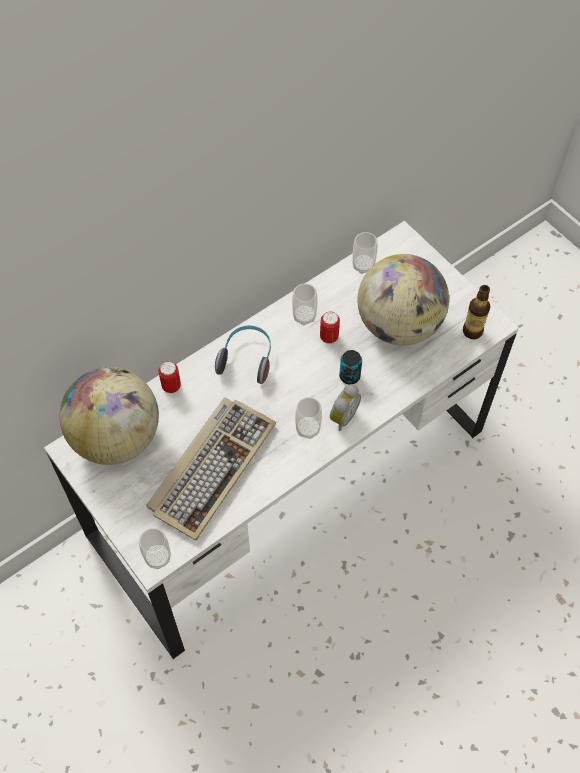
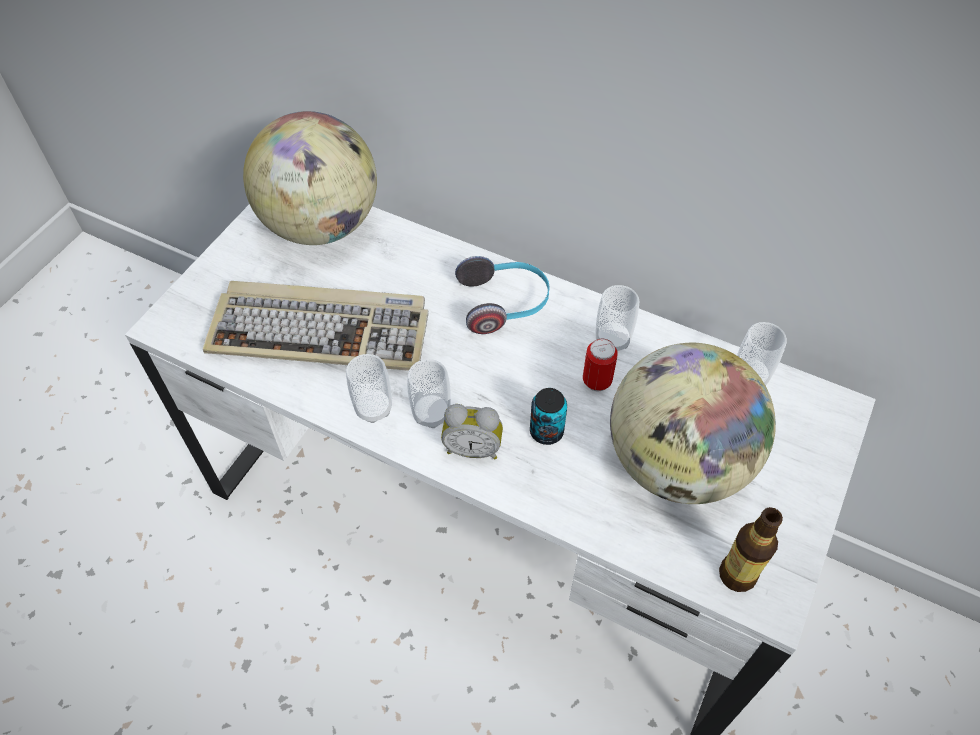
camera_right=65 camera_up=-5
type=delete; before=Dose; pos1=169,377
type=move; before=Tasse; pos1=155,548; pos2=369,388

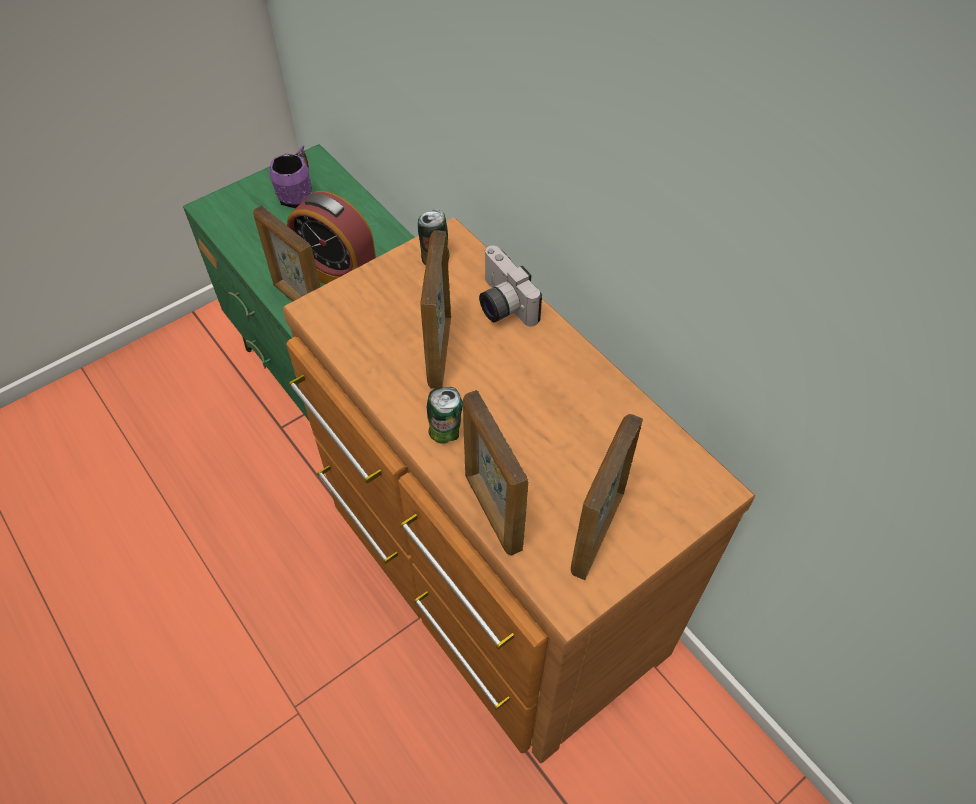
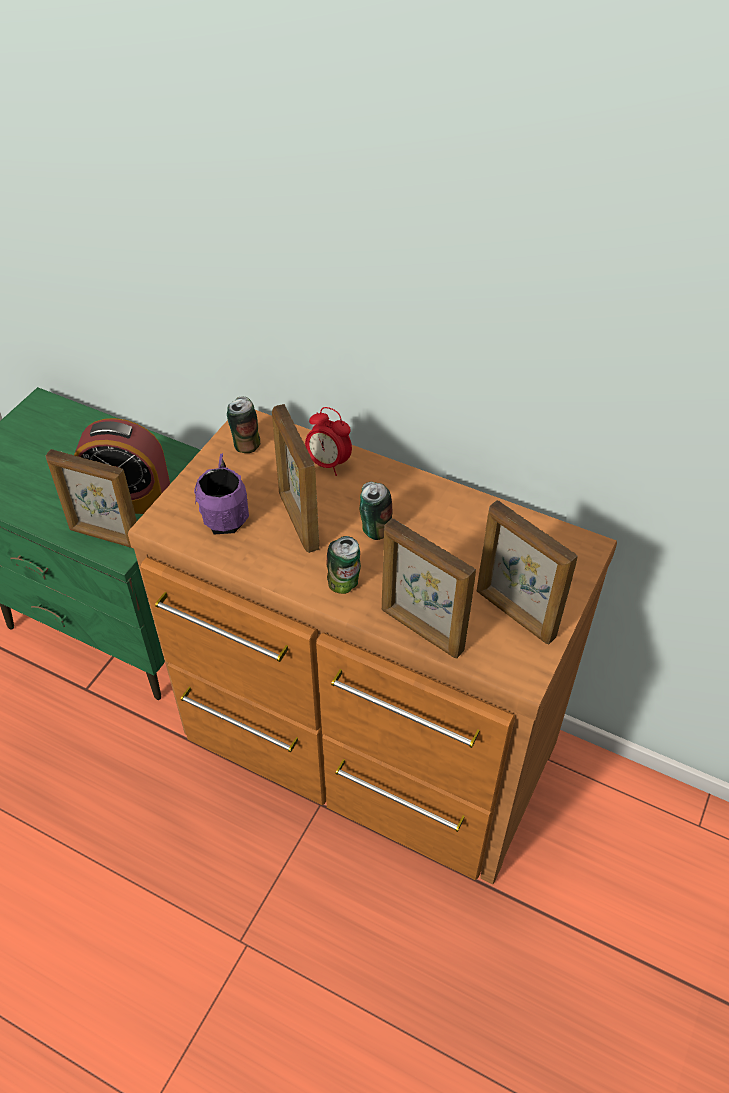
camera_right=-25 camera_up=-5
type=insert; after=Dose; pos2=376,511
type=move; before=Henkelbecher [lila]; pos1=291,176; pos2=221,494
type=replace; before=Kamera; after=Wecker; pos1=510,286; pos2=328,441
type=rotate; before=Bilderrahmen; pos1=607,497; pos2=527,572; turn=-45

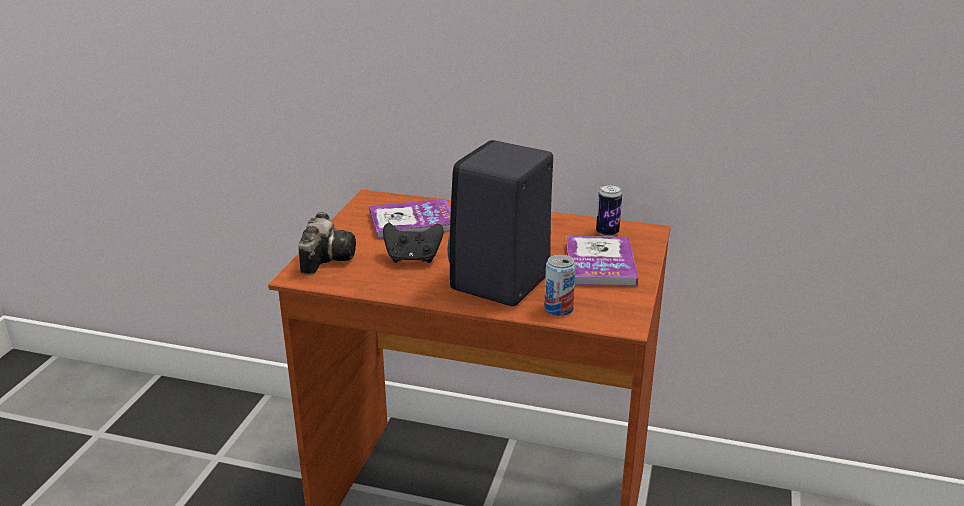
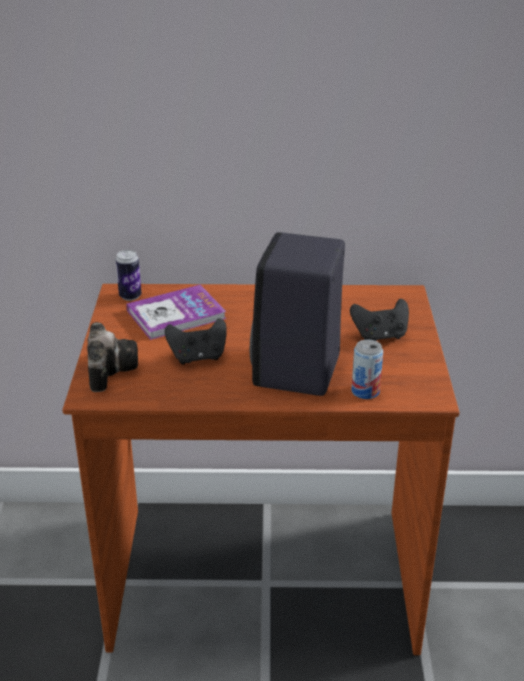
camera_right=-15 camera_up=5
type=move; before=Dose; pos1=609,210; pos2=129,275
type=replace; before=Buch; after=Gamepad [schwarz]; pos1=602,261; pos2=379,320

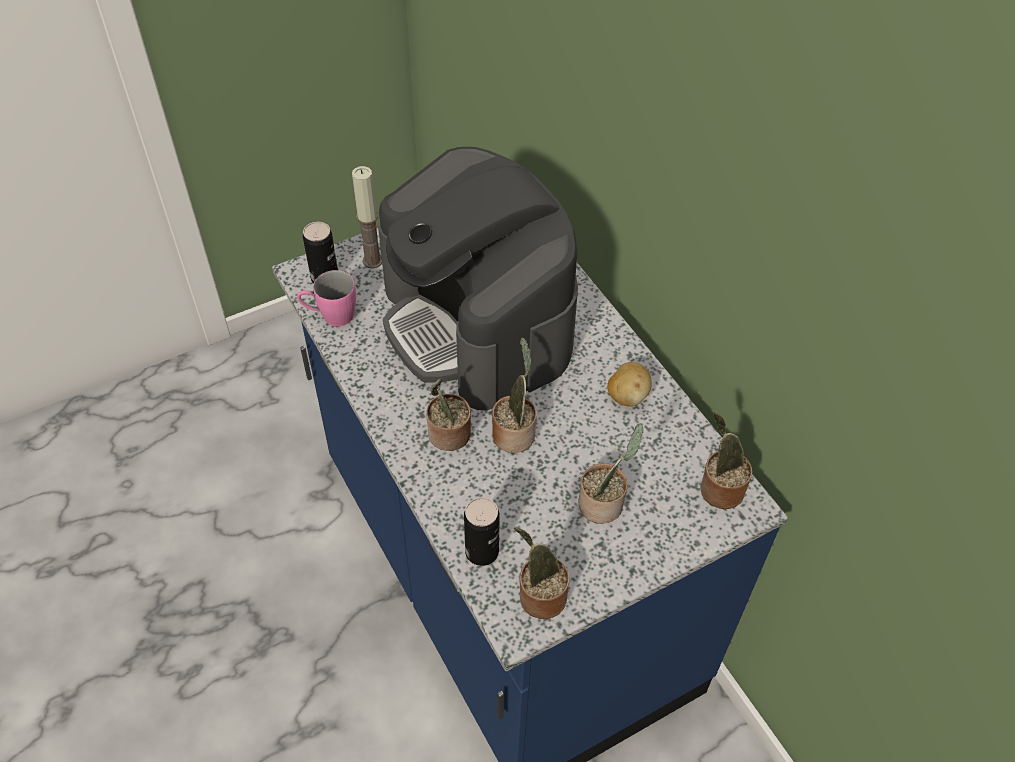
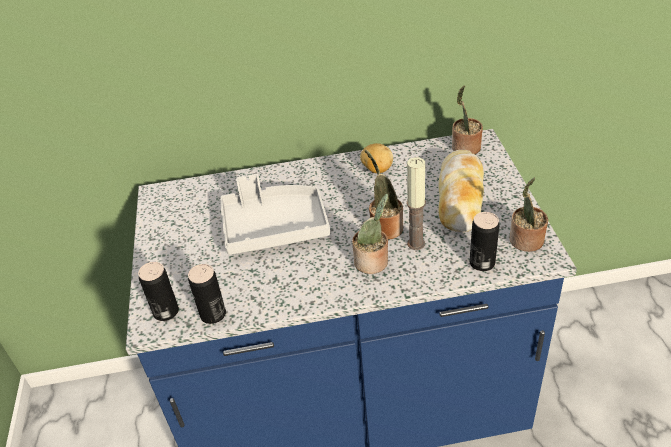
camera_right=-65 camera_up=-10
type=move; before=Kerze; pos1=367,217; pos2=416,203
type=replace; before=Henkelbecher [rosa]; after=Dose; pos1=326,298; pos2=207,294
type=replace; before=Kaffeemaschine; after=Tablett [grau]; pos1=478,278; pos2=275,214
type=replace; before=Topfpflanze; after=Brot; pos1=610,473; pos2=461,191

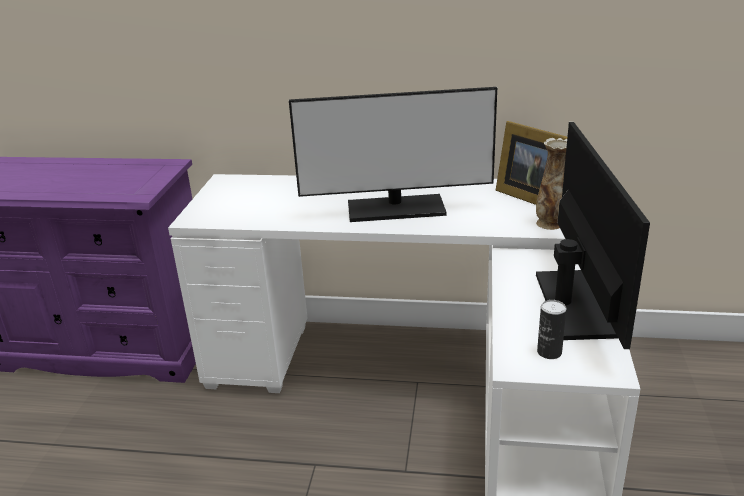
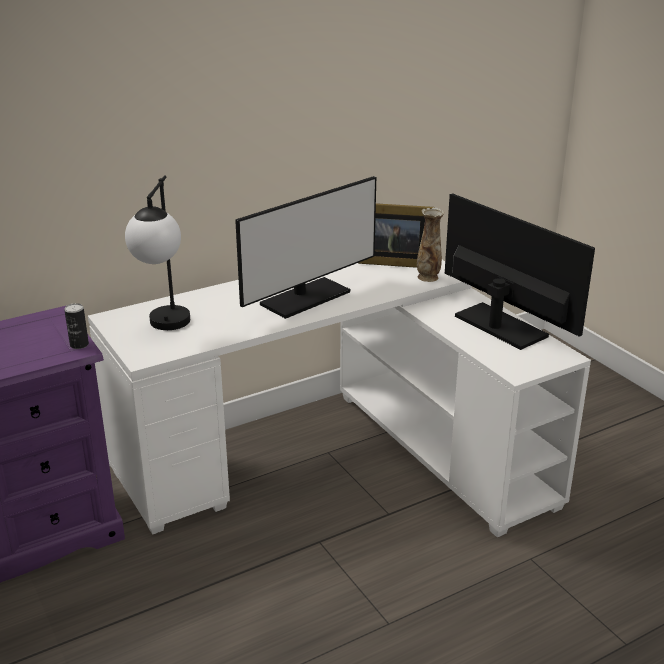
camera_right=-40 camera_up=0
type=insert; after=Tischlampe; pos2=157,252
type=move; before=Dose; pos1=552,329; pos2=76,326

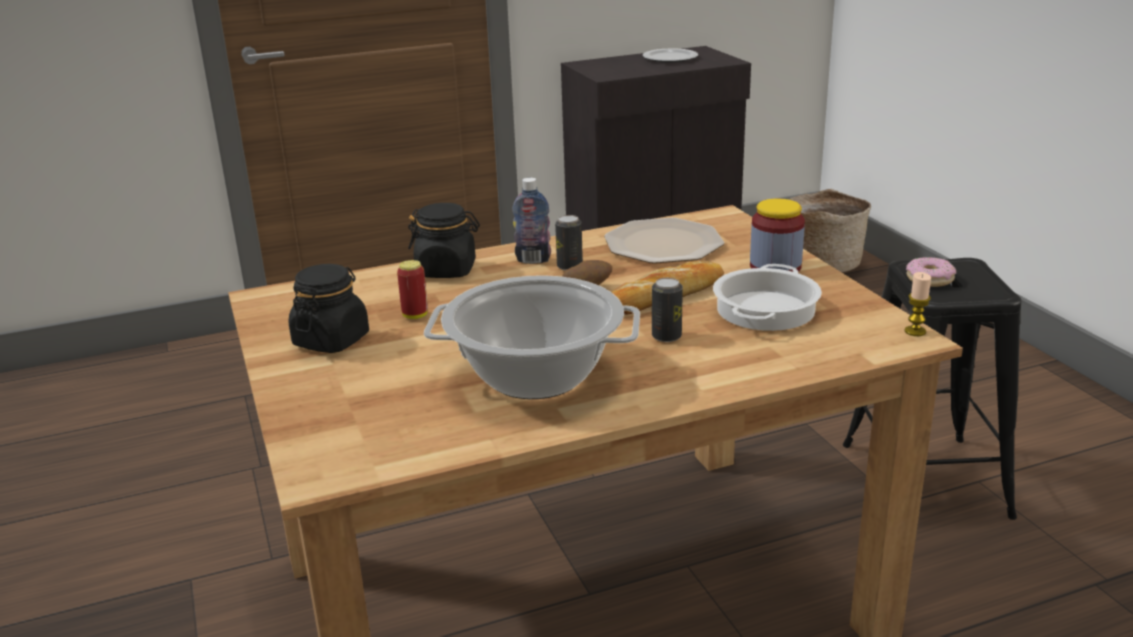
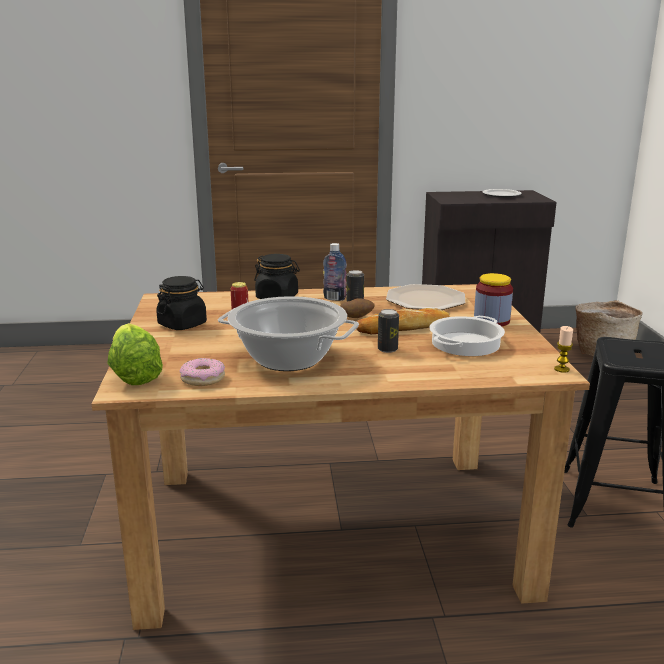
camera_right=15 camera_up=-5
type=insert; after=Salatkopf; pos2=135,354
type=move; before=Donut; pos1=931,272; pos2=202,372

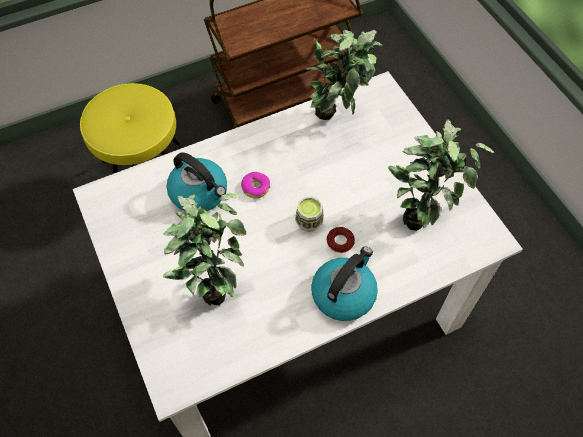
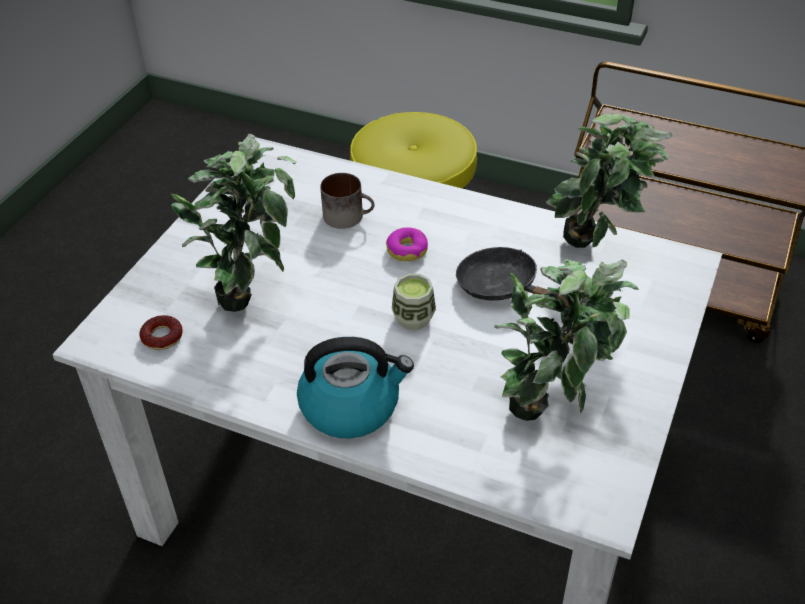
camera_right=50 camera_up=-15
type=insert; after=Pfanne [schwarz]; pos2=512,277
type=move; before=Donut; pos1=341,240; pos2=161,332
type=replace; before=Wasserkessel; after=Henkelbecher; pos1=197,181; pos2=347,201

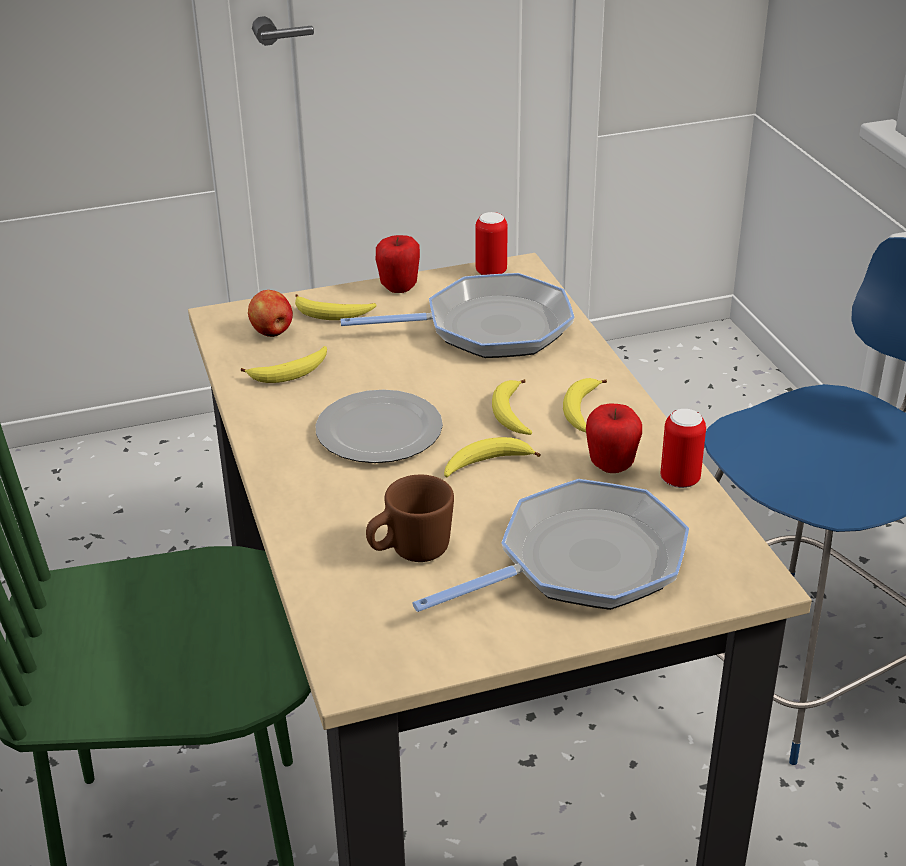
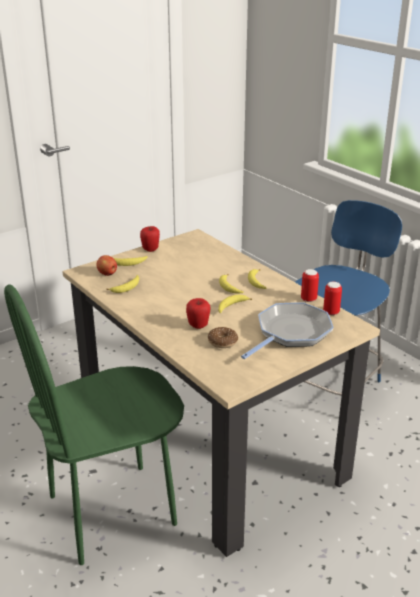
camera_right=-20 camera_up=-5
type=delete; before=Teller; pos1=379,426
type=delete; before=Pfanne; pos1=457,315
type=move; before=Dose; pos1=491,243; pos2=332,298
type=move; before=Apfel; pos1=614,438; pos2=198,313
type=replace; before=Henkelbecher [braun]; after=Donut; pos1=410,518; pos2=223,337

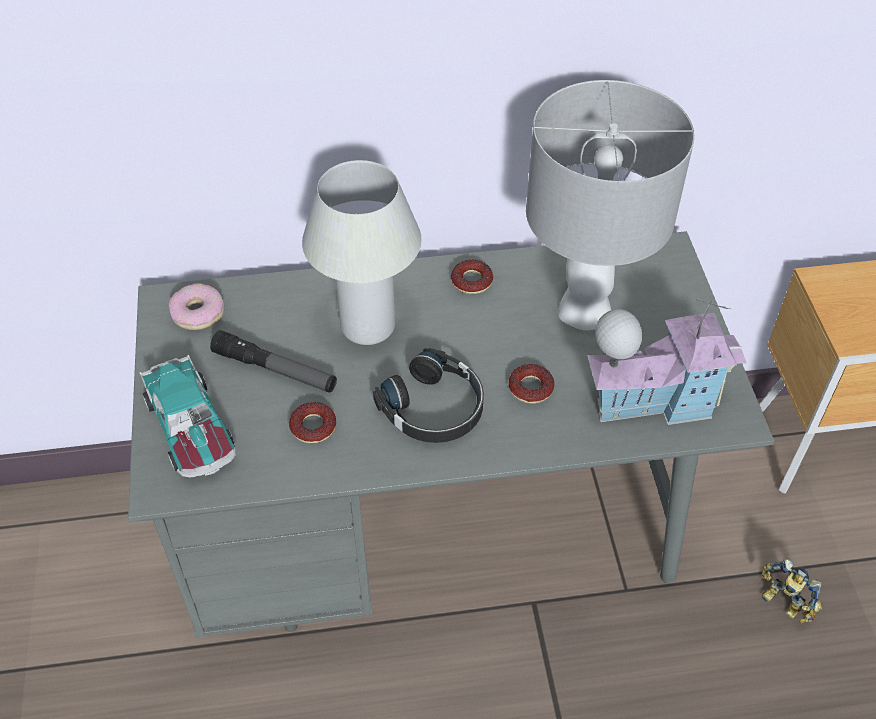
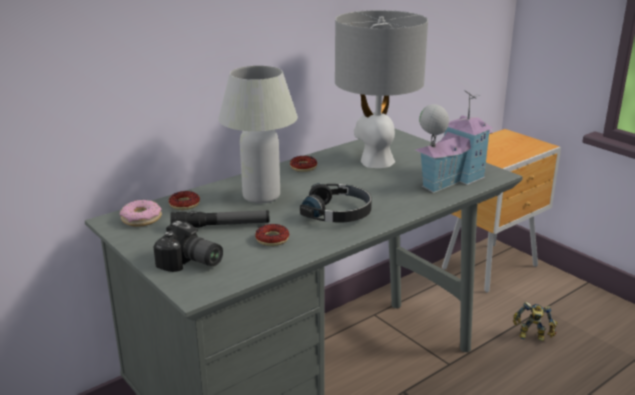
camera_right=-30 camera_up=-25
type=move; before=Donut; pos1=531,384; pos2=184,200
type=replace; before=Spielzeugauto; after=Kamera; pos1=188,416; pos2=188,246

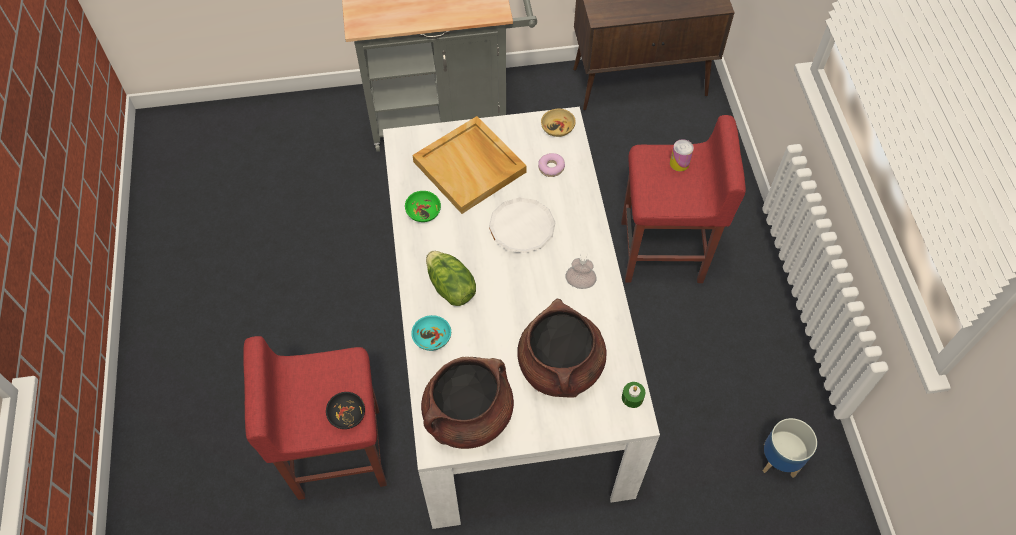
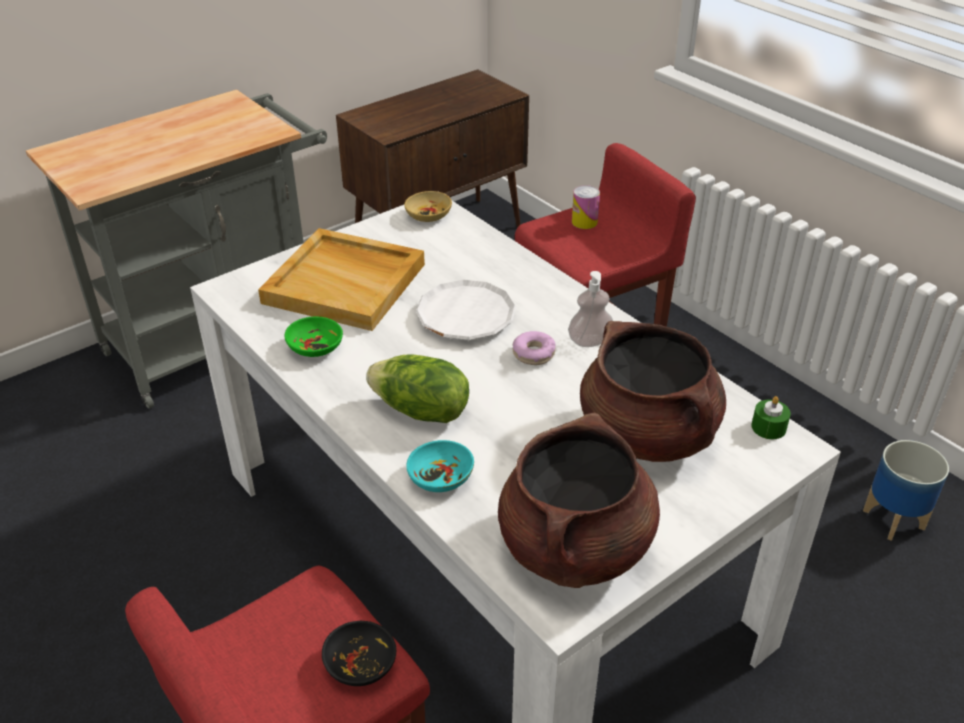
camera_right=-30 camera_up=-20
type=move; before=Donut; pos1=551,165; pos2=534,348

